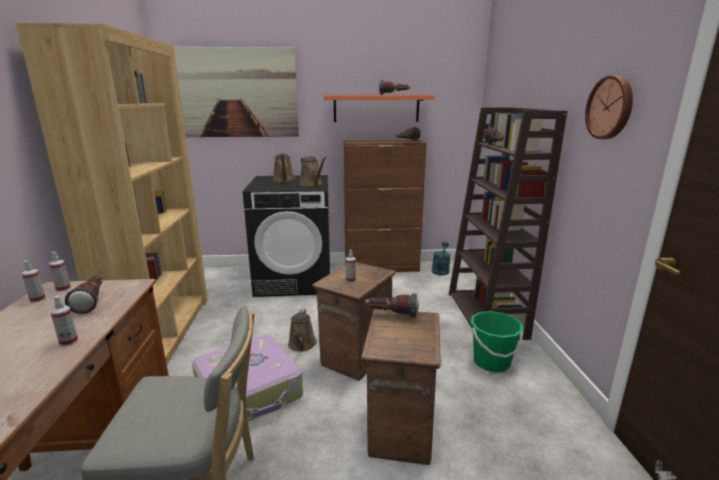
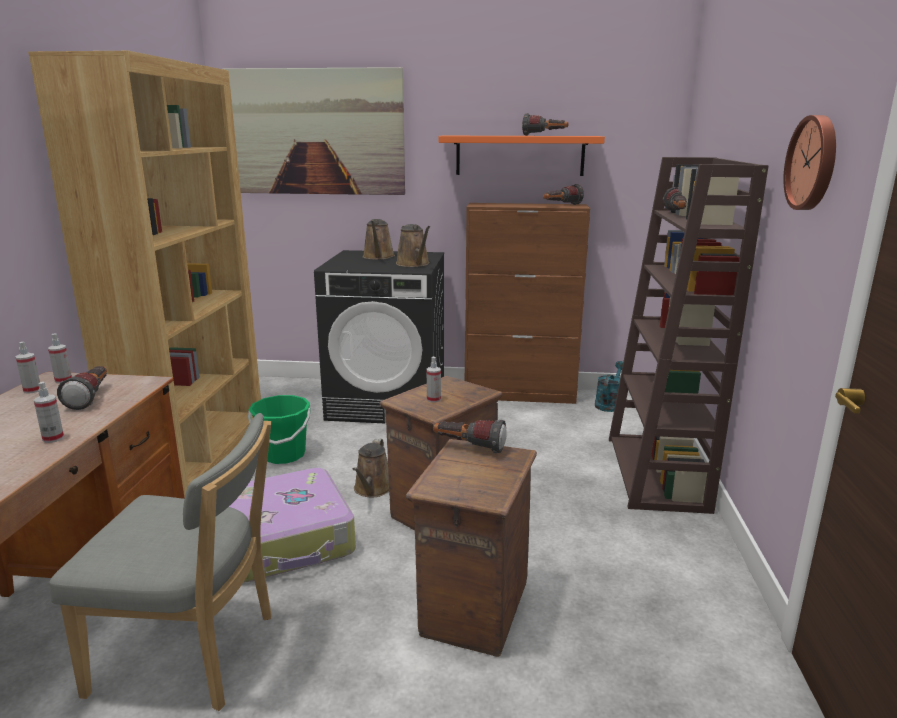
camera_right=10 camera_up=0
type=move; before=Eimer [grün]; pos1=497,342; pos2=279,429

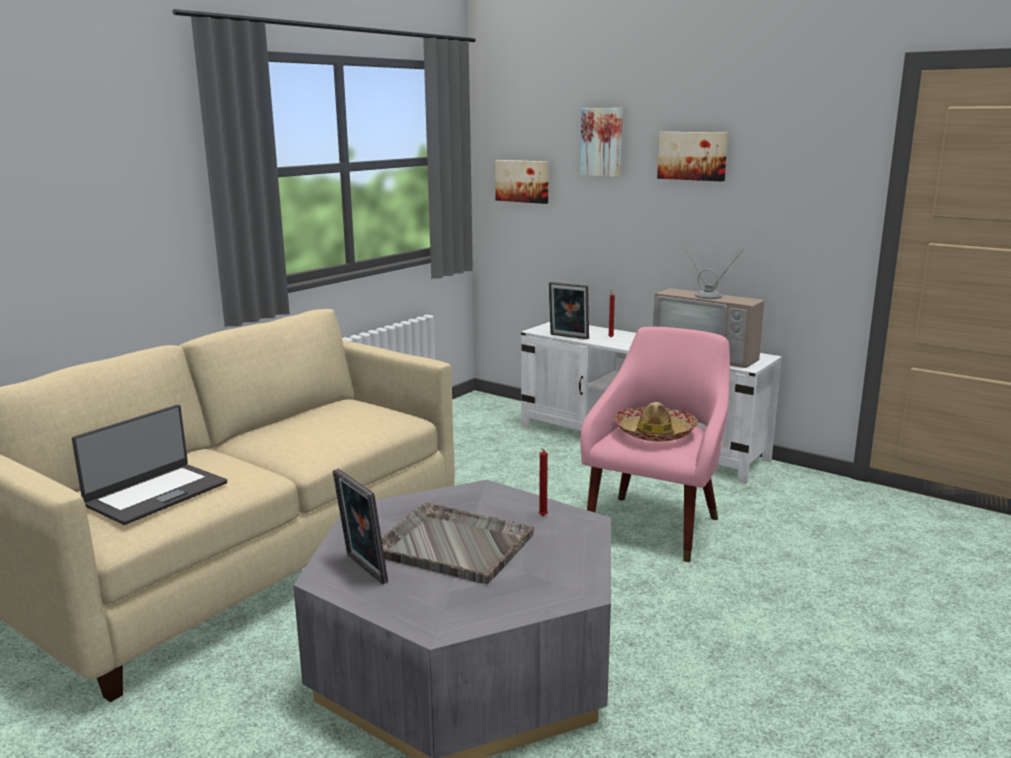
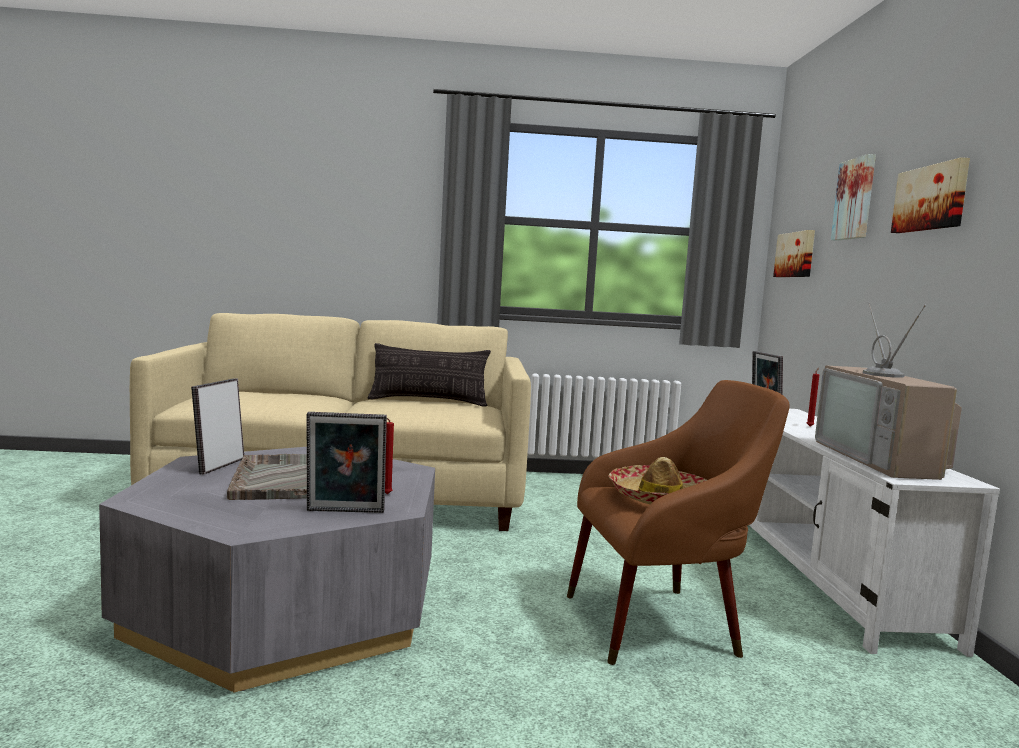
camera_right=50 camera_up=-10
type=delete; before=Laptop; pos1=149,465
type=insert; after=Bilderrahmen; pos2=347,462
type=insert; after=Kissen; pos2=429,375
type=recolor; before=Sessel [rosa]; after=Sessel [braun]; pos1=655,444; pos2=678,522

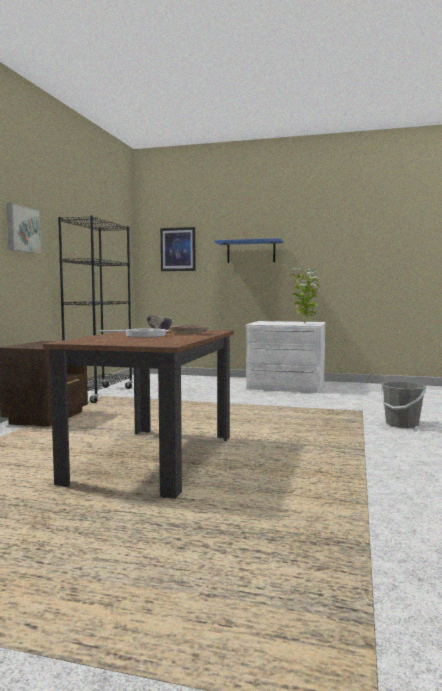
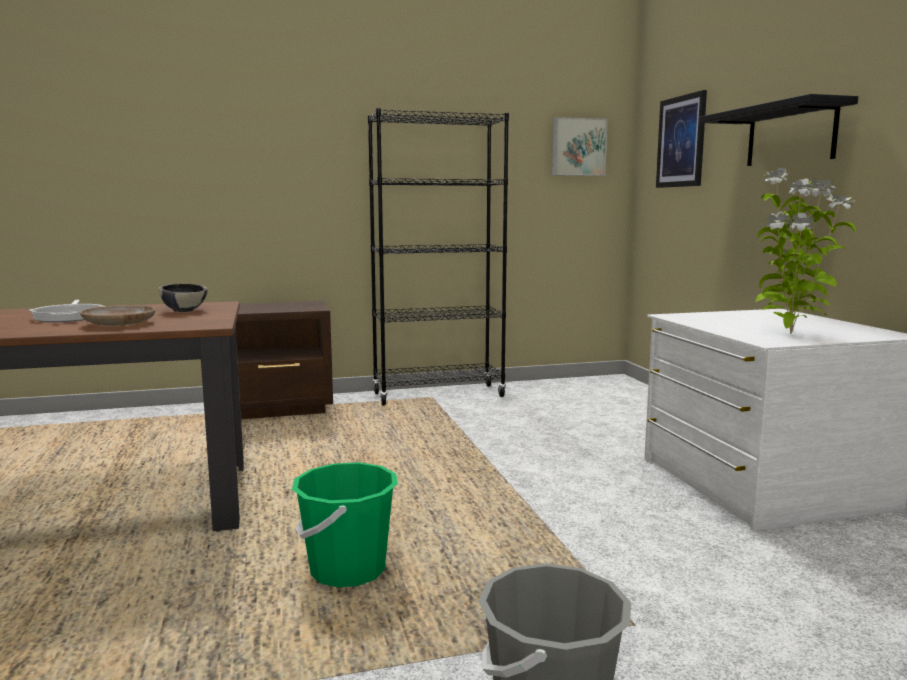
camera_right=60 camera_up=5
type=insert; after=Eimer [grün]; pos2=345,524
type=move; before=Bild; pos1=24,228; pos2=580,146
type=recolor; before=Wandregal [blau]; after=Wandregal [schwarz]; pos1=249,250; pos2=778,130

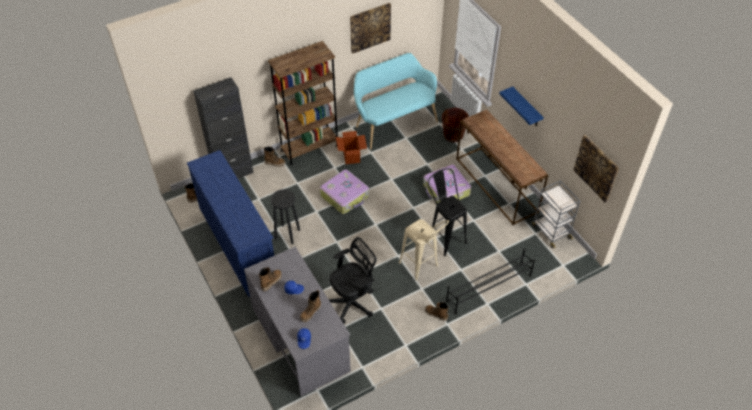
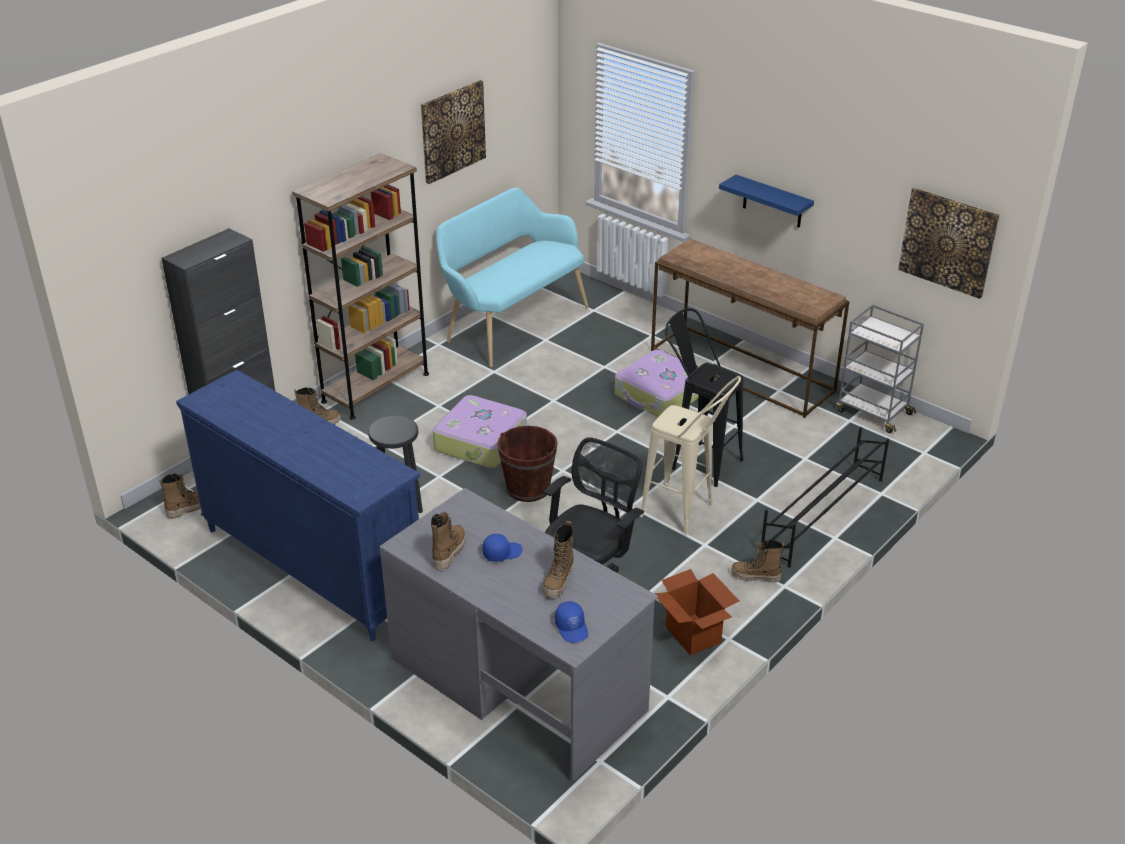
camera_right=-20 camera_up=-15
type=move; before=Karton; pos1=351,147; pos2=696,612
type=move; before=Eimer [braun]; pos1=455,125; pos2=527,464

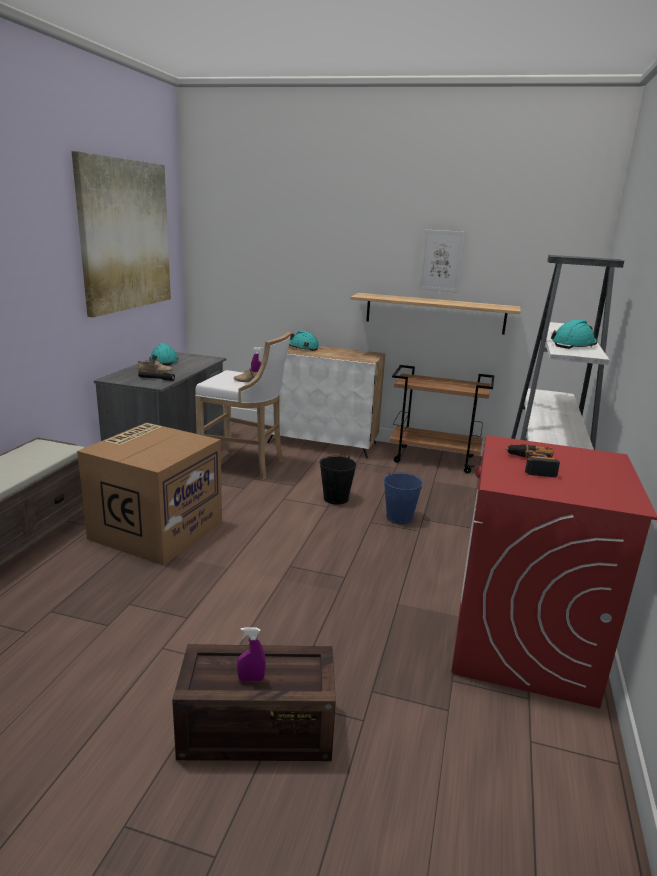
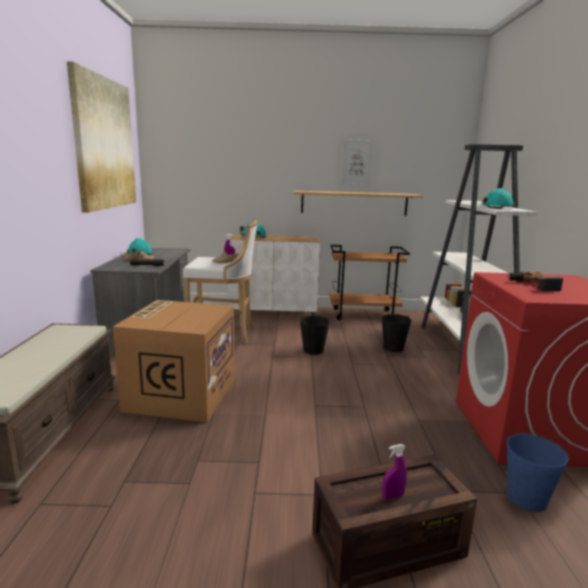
camera_right=-15 camera_up=-5
type=insert; after=Eimer [schwarz]; pos2=397,333
type=move; before=Eimer [blau]; pos1=403,498; pos2=538,472

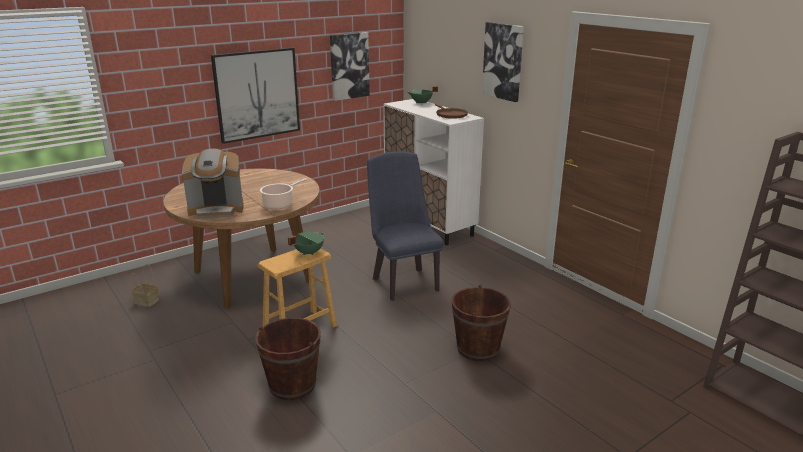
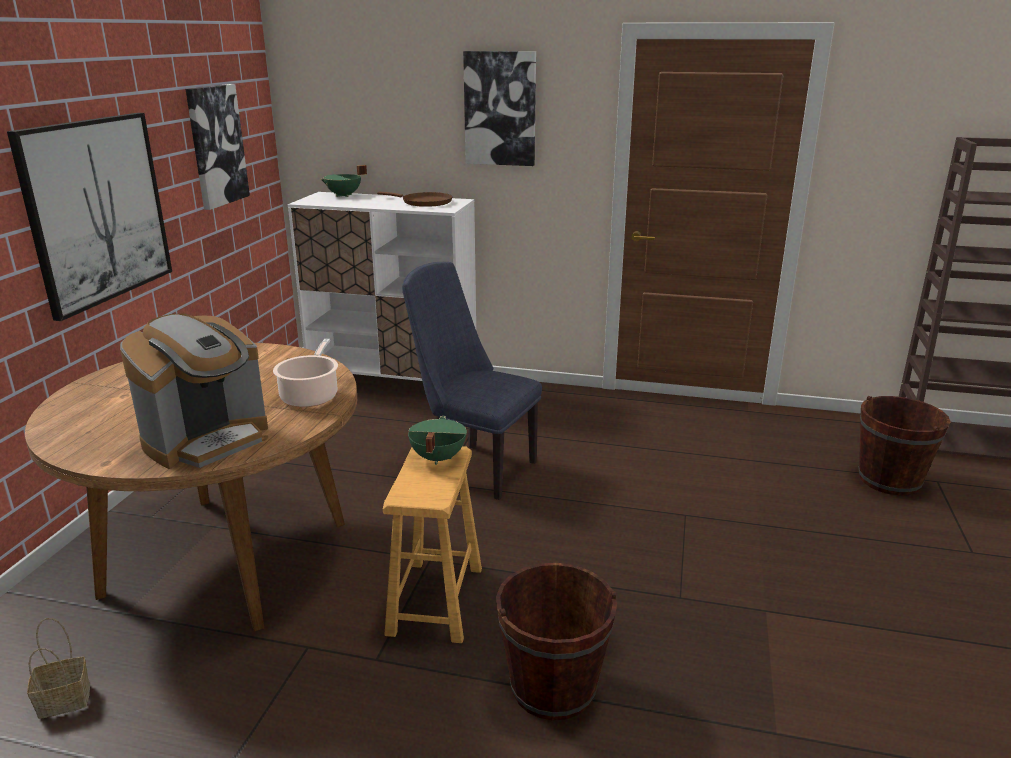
camera_right=-40 camera_up=0
type=move; before=Eimer [braun]; pos1=481,323; pos2=904,445

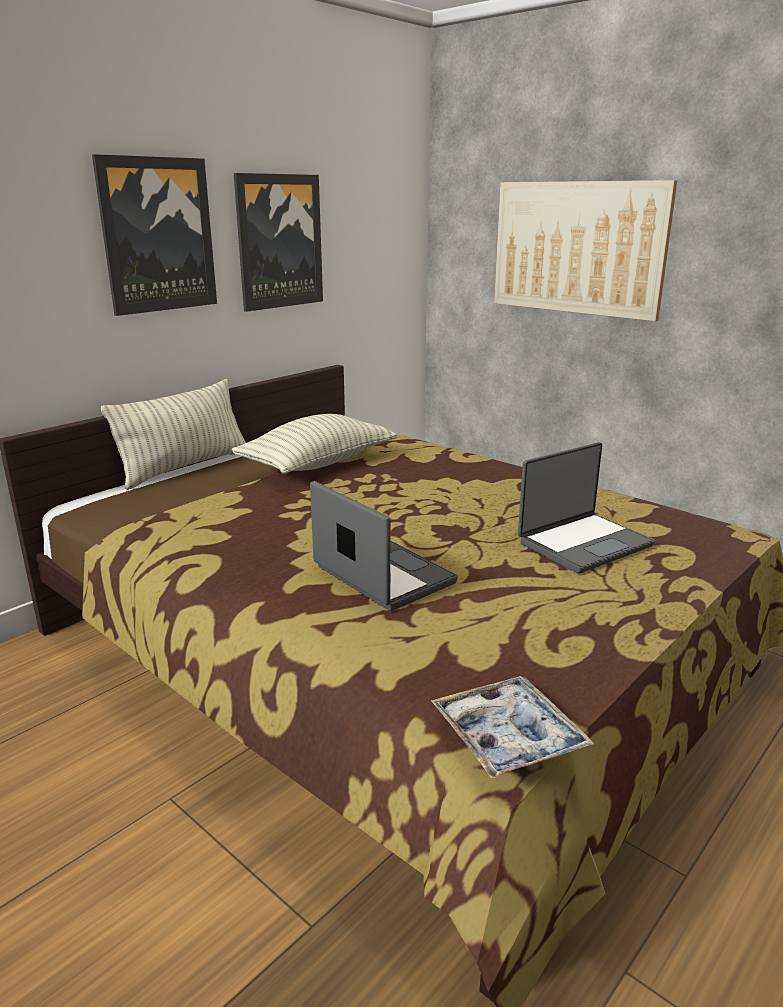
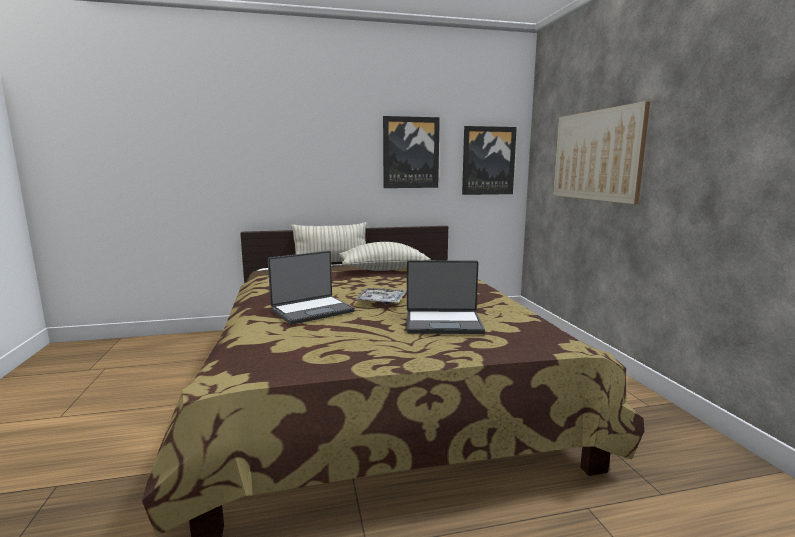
camera_right=35 camera_up=-10
type=move; before=Bild; pos1=154,235; pos2=489,160
type=move; before=Tablett; pos1=512,727; pos2=380,296
type=rotate; before=Laptop; pos1=384,546; pos2=311,288; turn=60

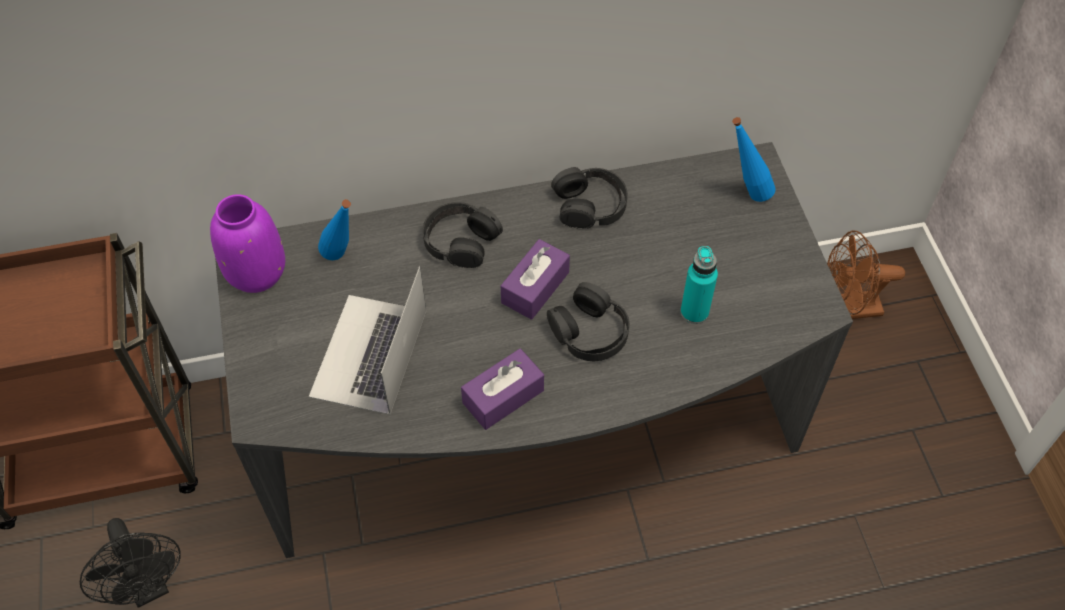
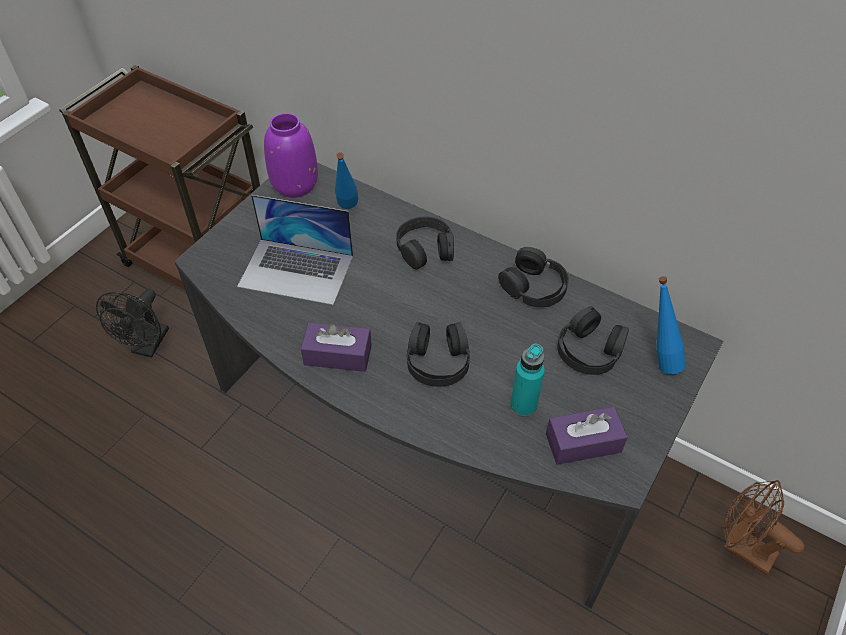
camera_right=45 camera_up=-5
type=insert; after=Kopfhörer [schwarz]; pos2=593,340
type=move; before=Taschentuchbox [lila]; pos1=535,279; pos2=587,436
type=rotate; before=Laptop; pos1=367,340; pos2=295,250; turn=-135

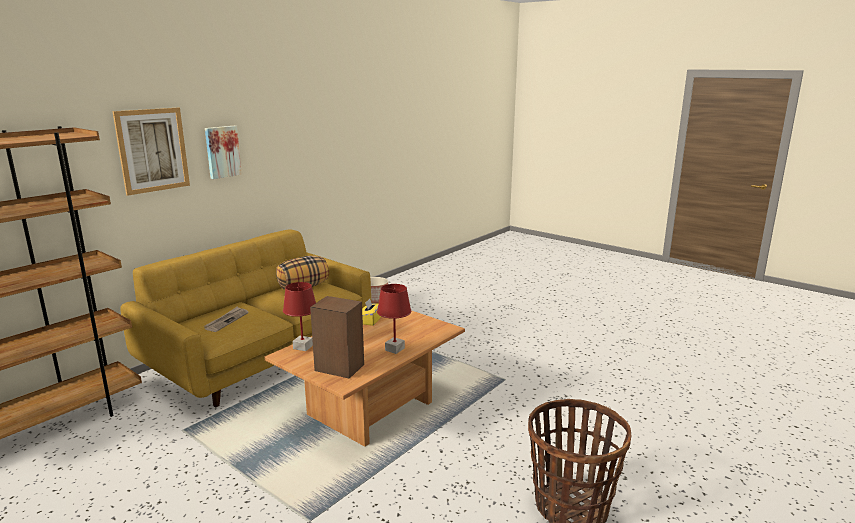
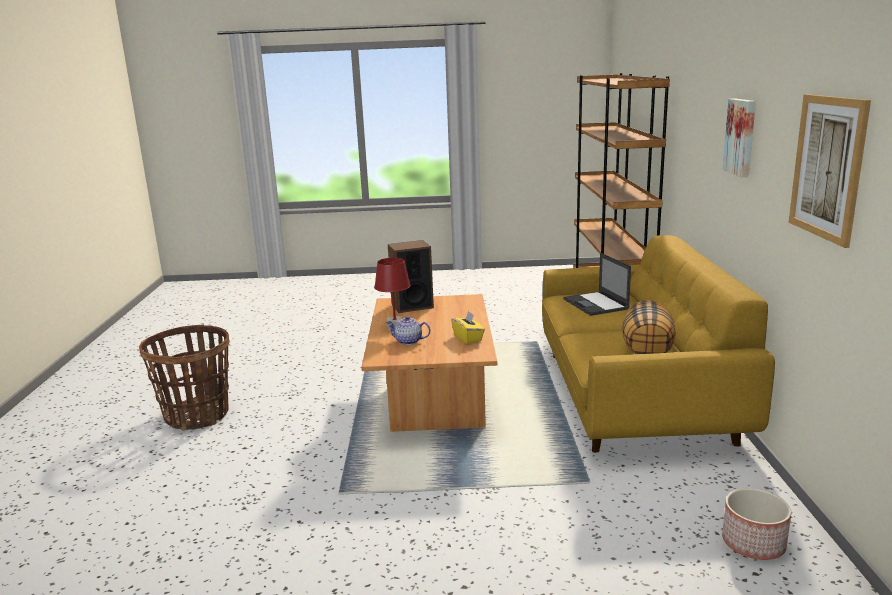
camera_right=140 camera_up=0
type=delete; before=Tischlampe [rot]; pos1=299,316
type=insert; after=Teekanne; pos2=408,330
type=move; before=Bild; pos1=151,152; pos2=830,171
type=replace; before=Zeitung; after=Laptop; pos1=226,319; pos2=597,284

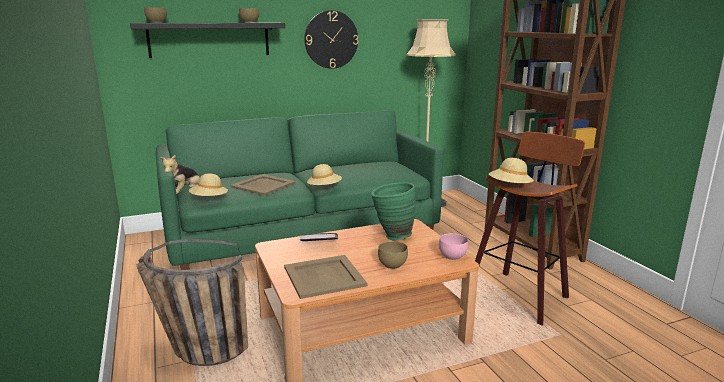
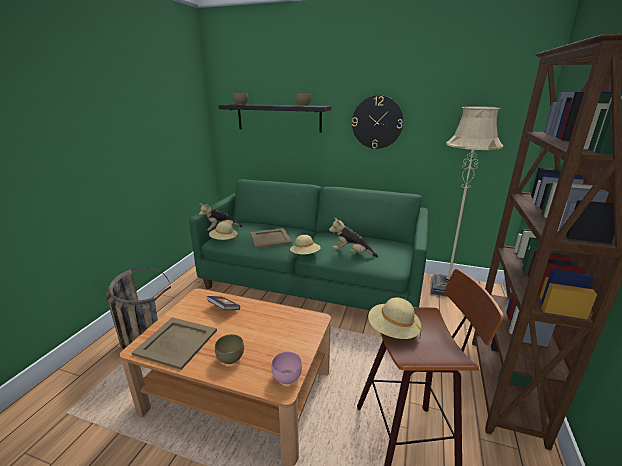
camera_right=40 camera_up=5
type=delete; before=Vase [grün]; pos1=393,211
type=insert; after=Plüschtier; pos2=353,237

